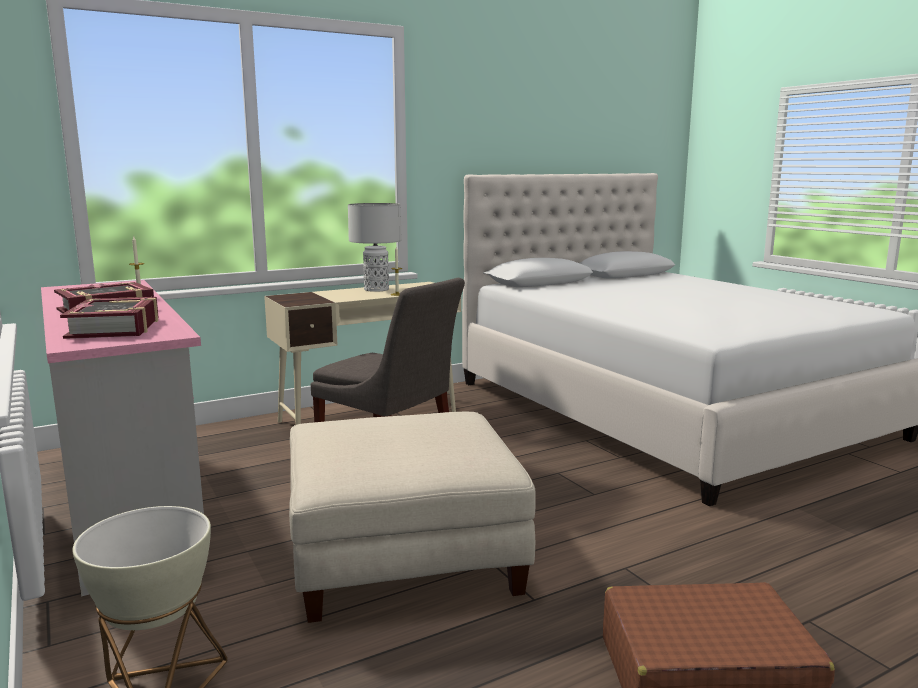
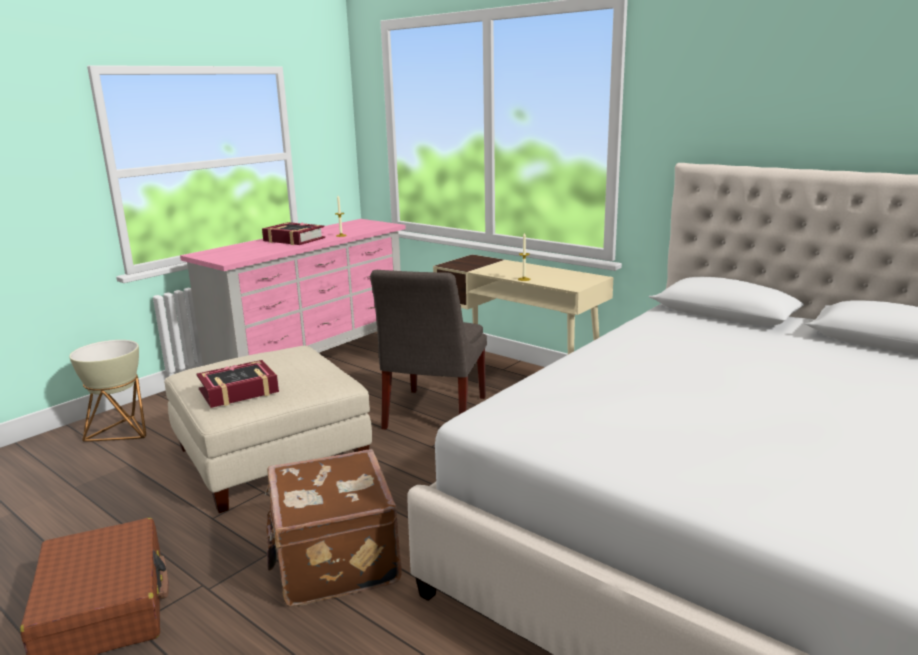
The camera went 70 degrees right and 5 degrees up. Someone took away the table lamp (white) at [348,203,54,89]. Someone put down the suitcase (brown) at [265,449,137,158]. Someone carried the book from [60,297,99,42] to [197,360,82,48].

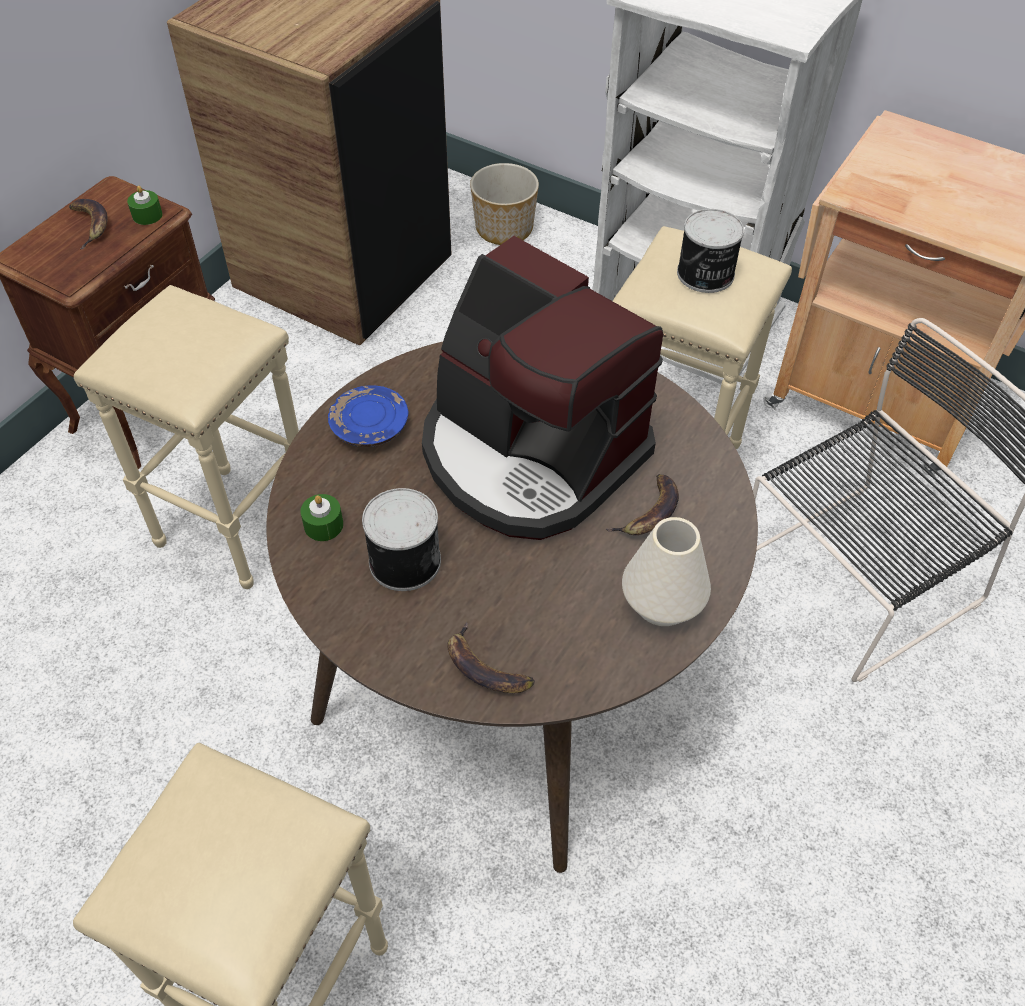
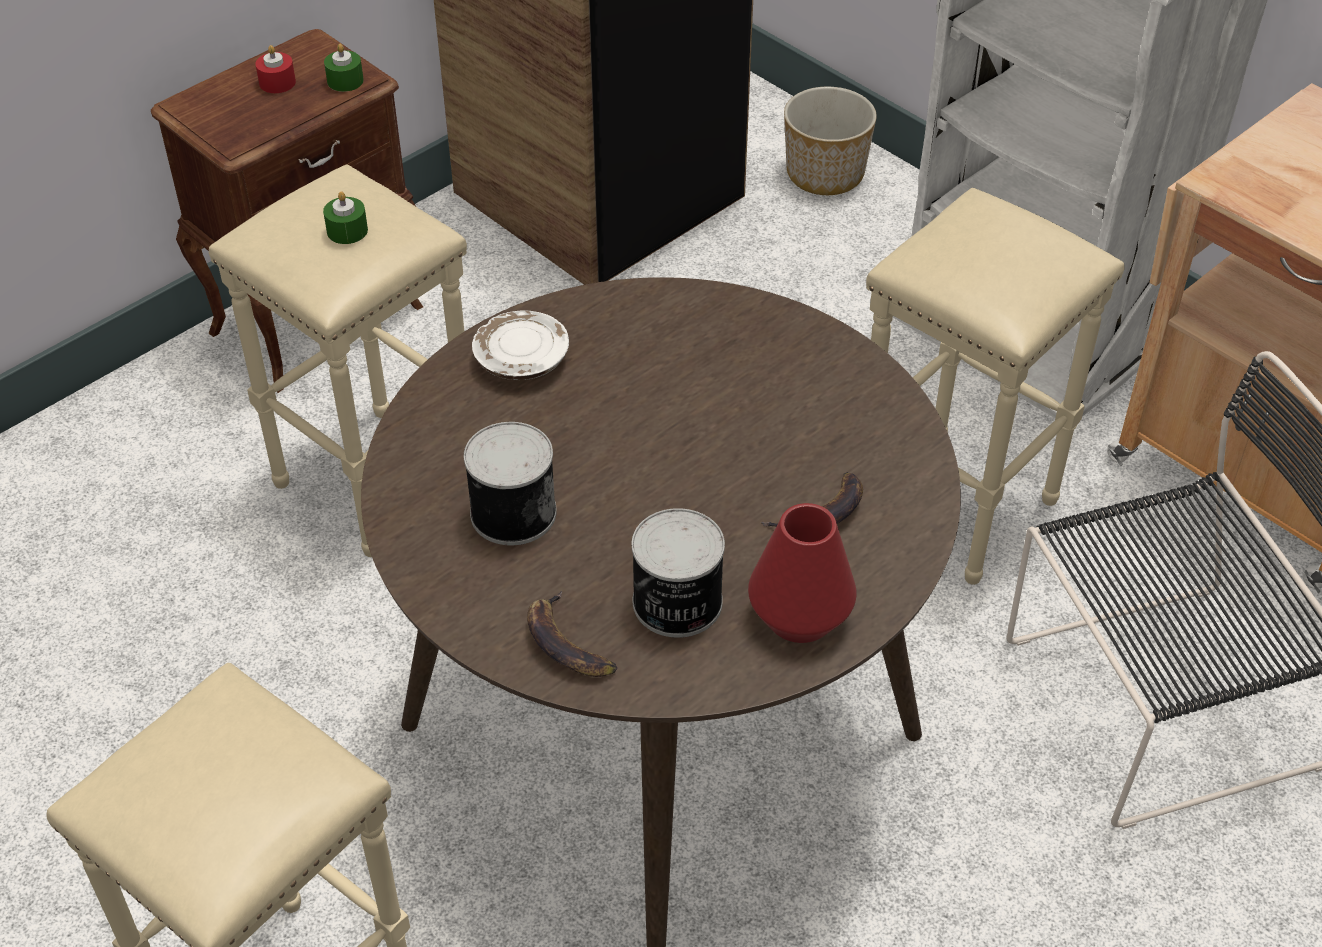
The camera went 15 degrees right and 5 degrees down. Someone took away the coffee machine at [422,236,241,304]. Someone carried the candle (green) from [301,494,42,47] to [323,191,45,53]. Someone carried the can from [677,209,67,84] to [632,508,93,130]. Someone swapped the banana at [69,199,39,50] for the candle (red) at [255,45,41,48]. Someone repainted the plate (blue) at [328,385,80,62], which became the plate (white) at [472,310,97,70]. Someone repainted the vase (white) at [622,517,89,109], which became the vase (red) at [748,503,108,140].

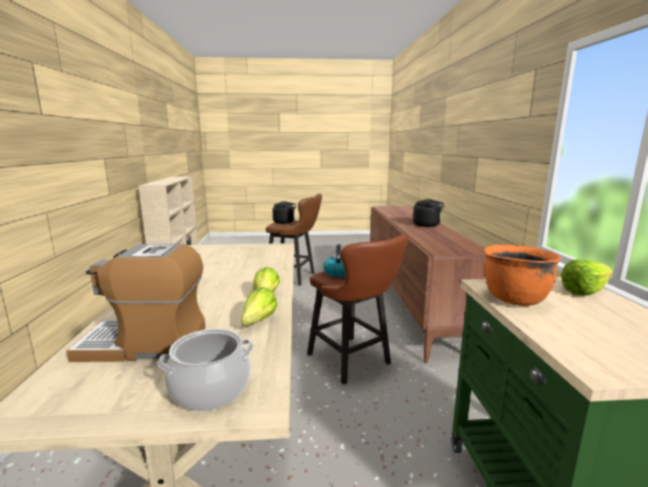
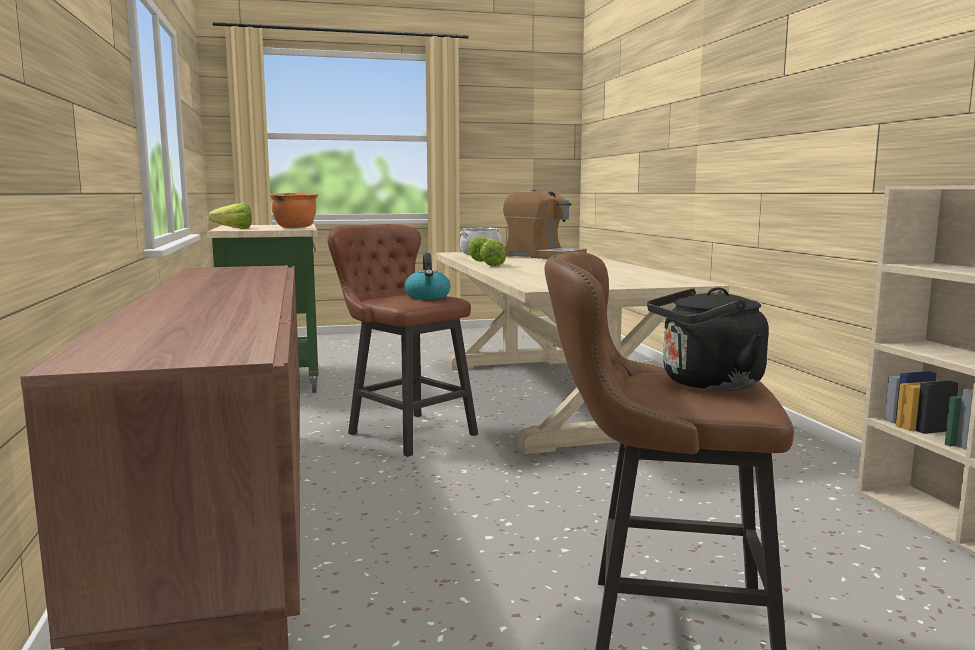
The camera went 170 degrees right and 5 degrees down. Someone took away the kettle (black) at [413,199,31,28]. Someone rotated the coffee machine at [67,244,139,118] by 45 degrees clockwise.

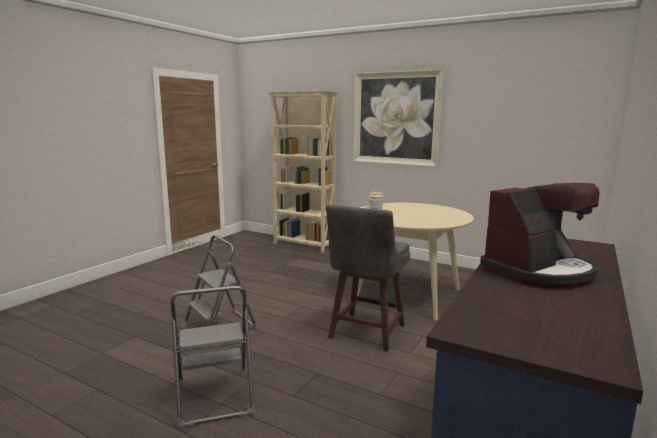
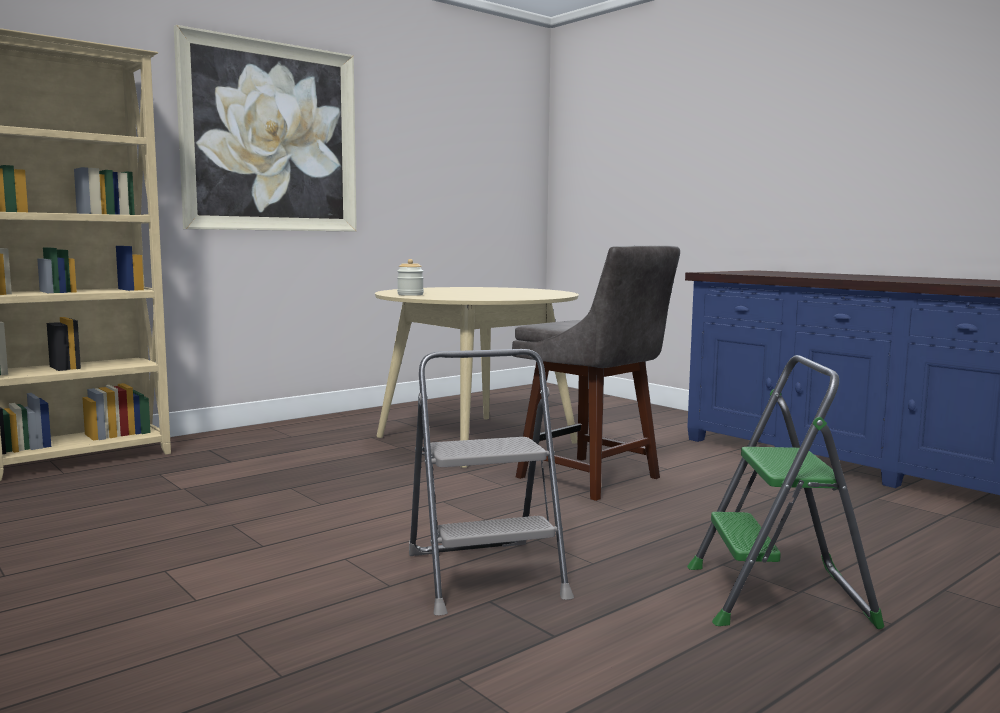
The camera went 70 degrees left and 5 degrees down. Someone took away the coffee machine at [480,183,120,105]. Someone repainted the step ladder (grey) at [170,285,85,143], which became the step ladder (green) at [687,355,197,274].

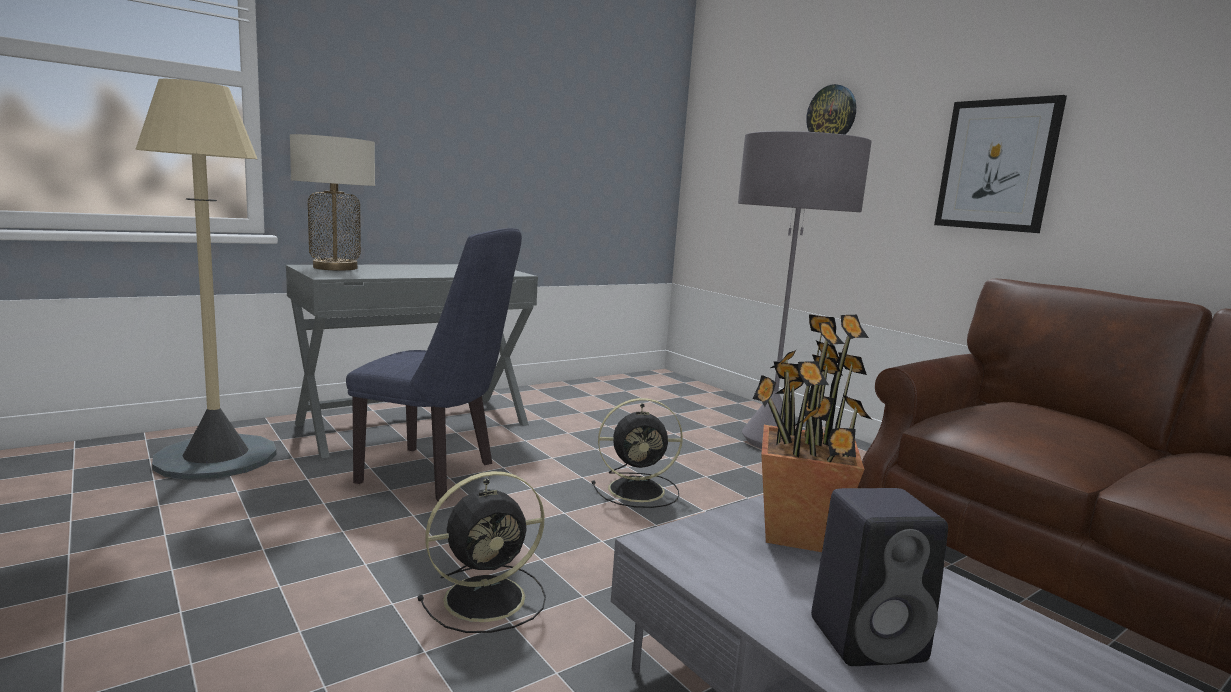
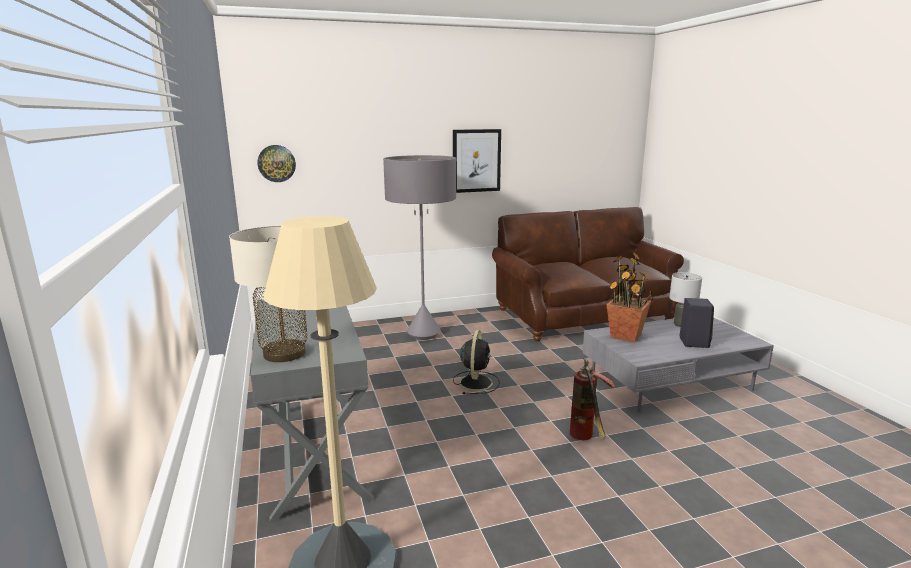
The camera went 70 degrees left and 5 degrees up. Someone took away the chair (blue) at [346,228,176,273]. Someone put down the table lamp (white) at [669,272,33,55]. Someone carried the wall clock from [806,84,50,51] to [257,145,39,37]. Someone swapped the fan (black) at [418,471,128,162] for the fire extinguisher at [570,356,45,84].

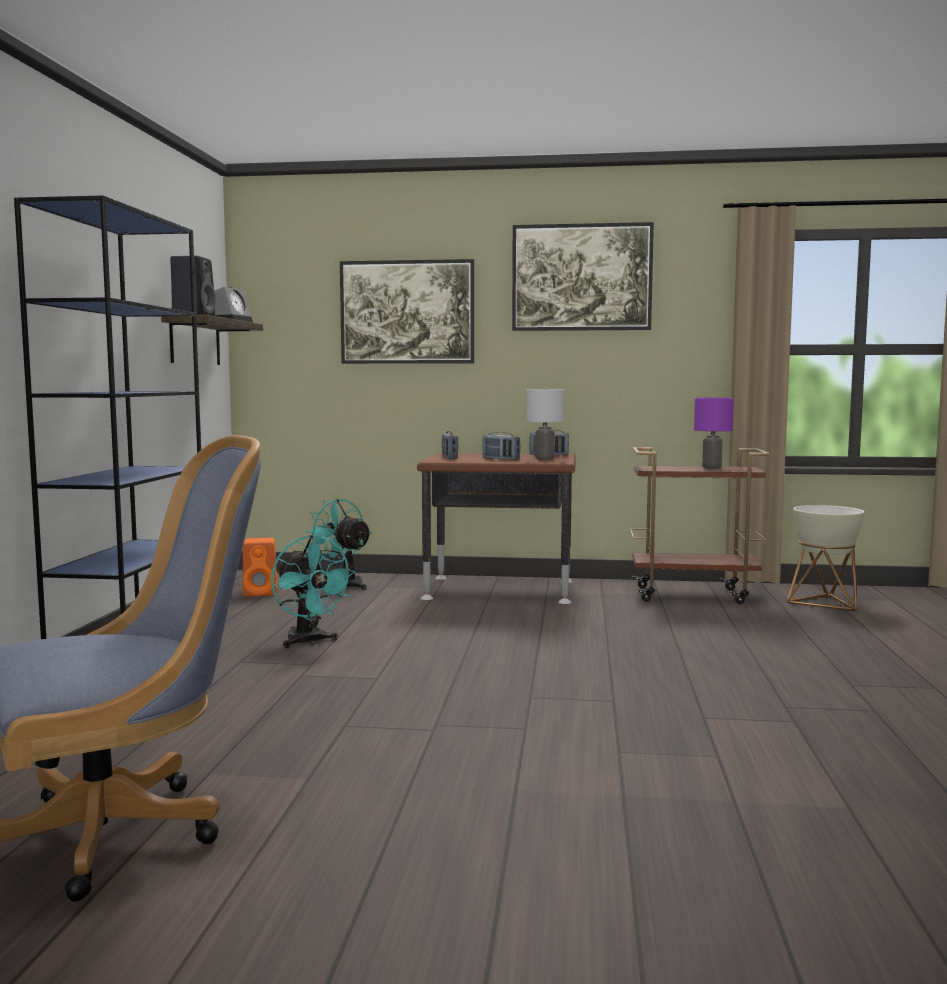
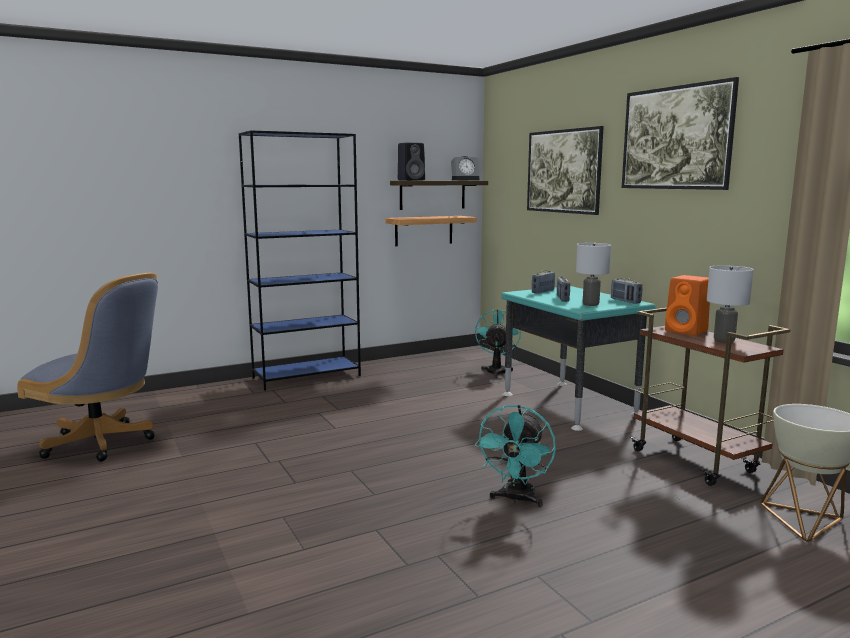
The camera went 55 degrees right and 5 degrees up. Someone put up the shelf at [385,216,92,30]. Someone carried the speaker (orange) from [243,538,34,58] to [665,275,45,61]. Someone carried the fan (turquoise) from [271,535,85,114] to [475,405,81,102]. Someone repainted the desk (brown) at [417,453,159,151], which became the desk (turquoise) at [501,286,155,145]. Someone repainted the table lamp (purple) at [694,396,40,73], which became the table lamp (white) at [707,265,47,78].

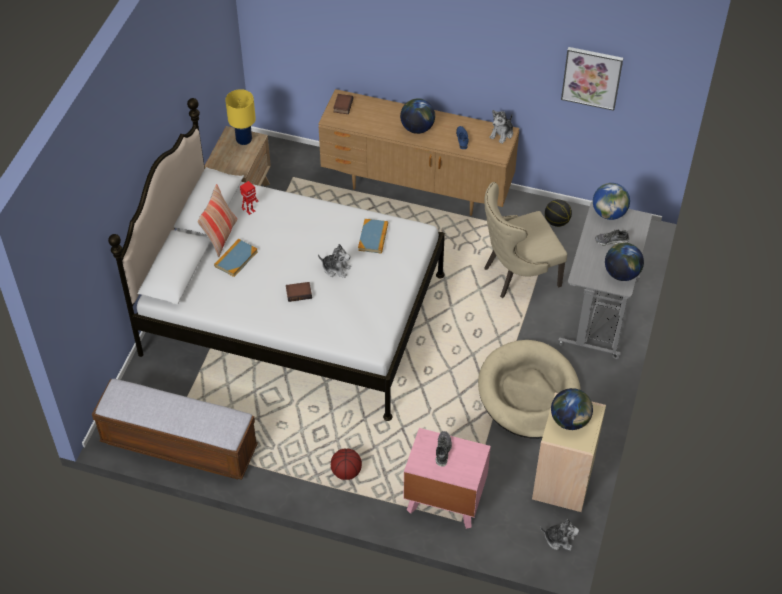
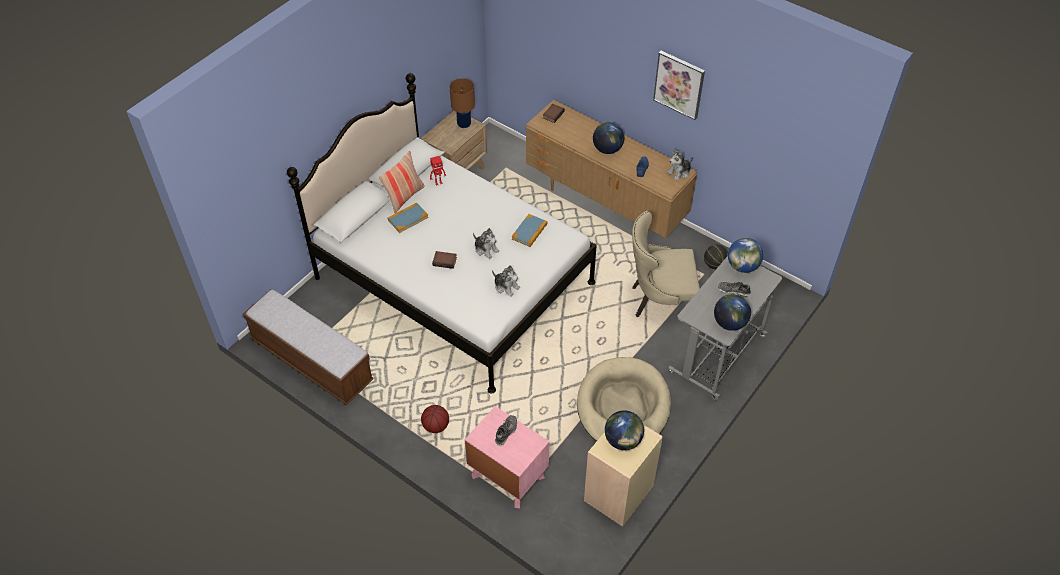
The camera went 20 degrees right and 0 degrees up. Someone carried the plush toy from [540,519,39,32] to [492,265,28,32]. Someone carried the picture from [561,47,62,64] to [653,51,52,69]. Someone repainted the table lamp (yellow) at [225,89,31,56], which became the table lamp (brown) at [450,78,25,50].

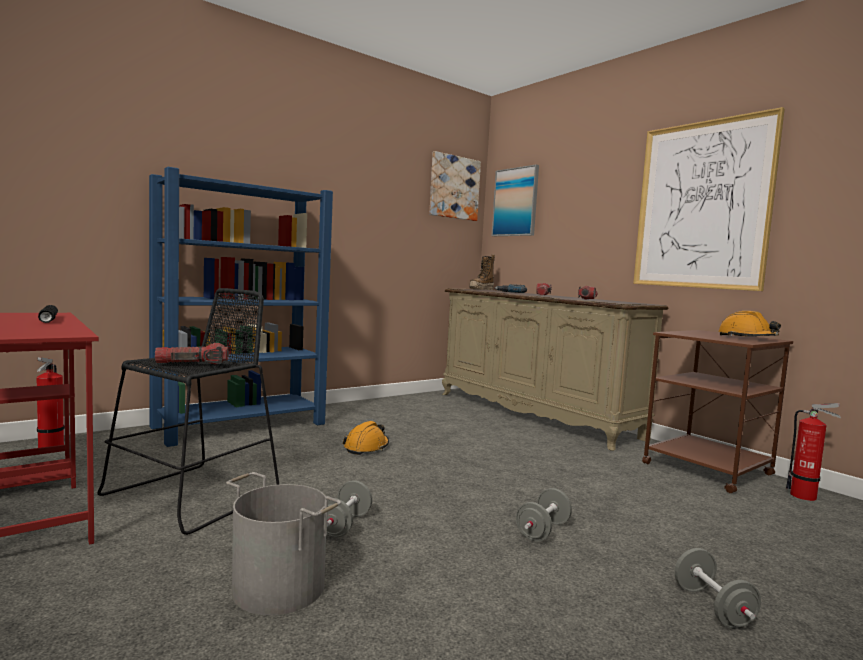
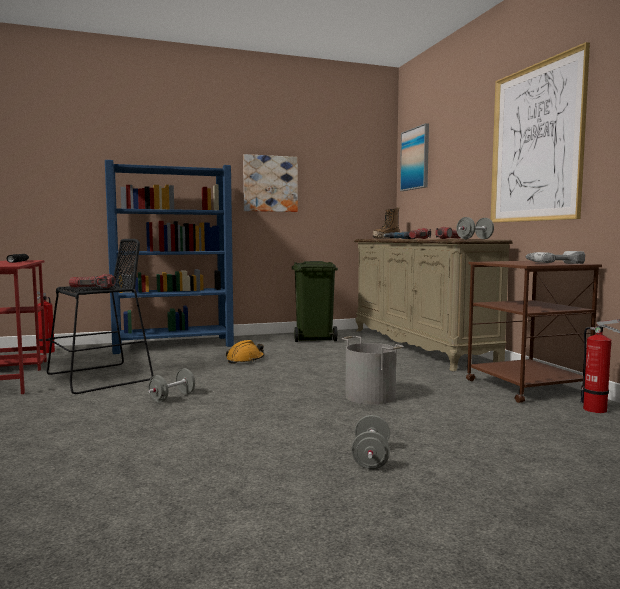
The camera went 20 degrees right and 0 degrees up. Someone put down the trash can (green) at [292,261,46,81]. Someone carried the bucket (grey) from [226,472,115,143] to [341,336,63,69]. Someone carried the picture from [429,151,52,70] to [243,154,55,58]. Someone carried the dumbbell (grey) from [516,488,56,53] to [456,217,38,22]. Someone swapped the hard hat (orange) at [718,311,63,25] for the power drill at [525,251,60,13].

